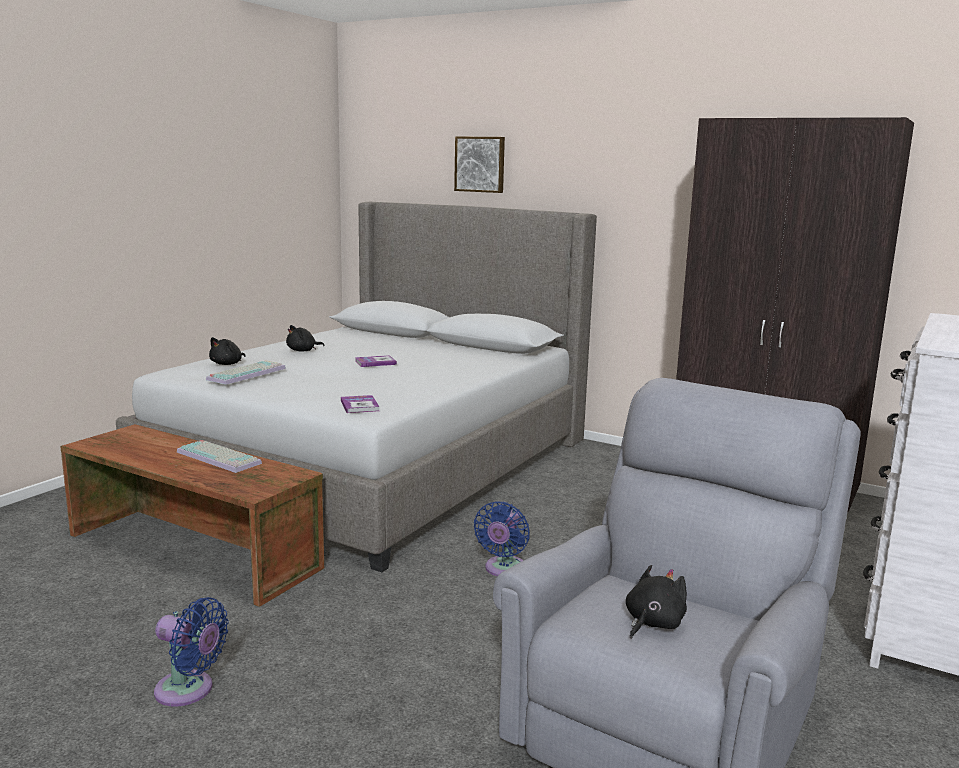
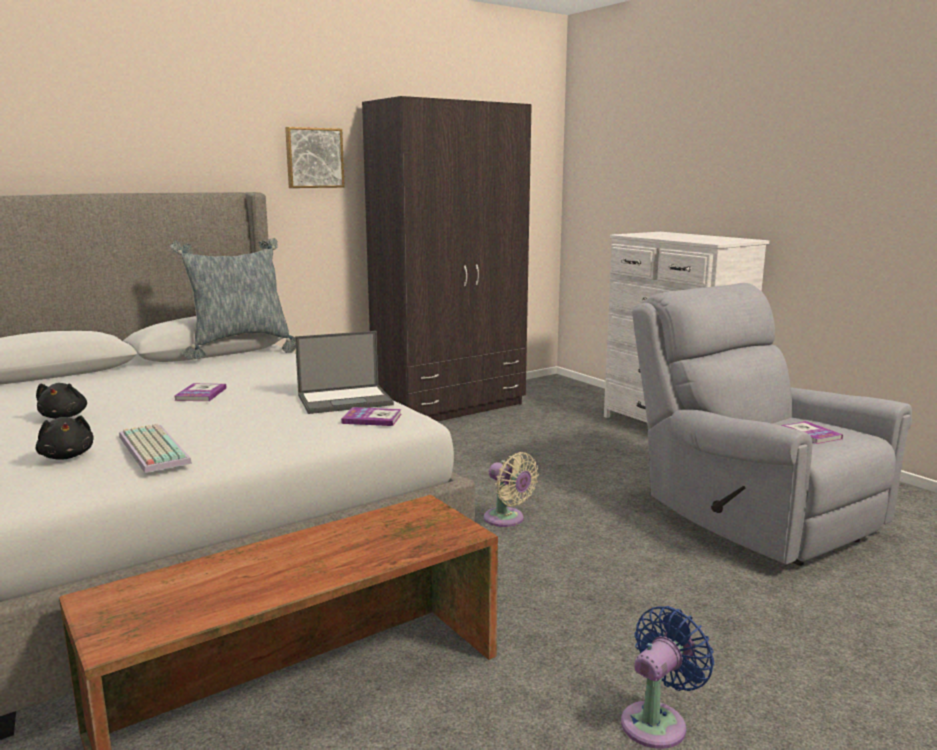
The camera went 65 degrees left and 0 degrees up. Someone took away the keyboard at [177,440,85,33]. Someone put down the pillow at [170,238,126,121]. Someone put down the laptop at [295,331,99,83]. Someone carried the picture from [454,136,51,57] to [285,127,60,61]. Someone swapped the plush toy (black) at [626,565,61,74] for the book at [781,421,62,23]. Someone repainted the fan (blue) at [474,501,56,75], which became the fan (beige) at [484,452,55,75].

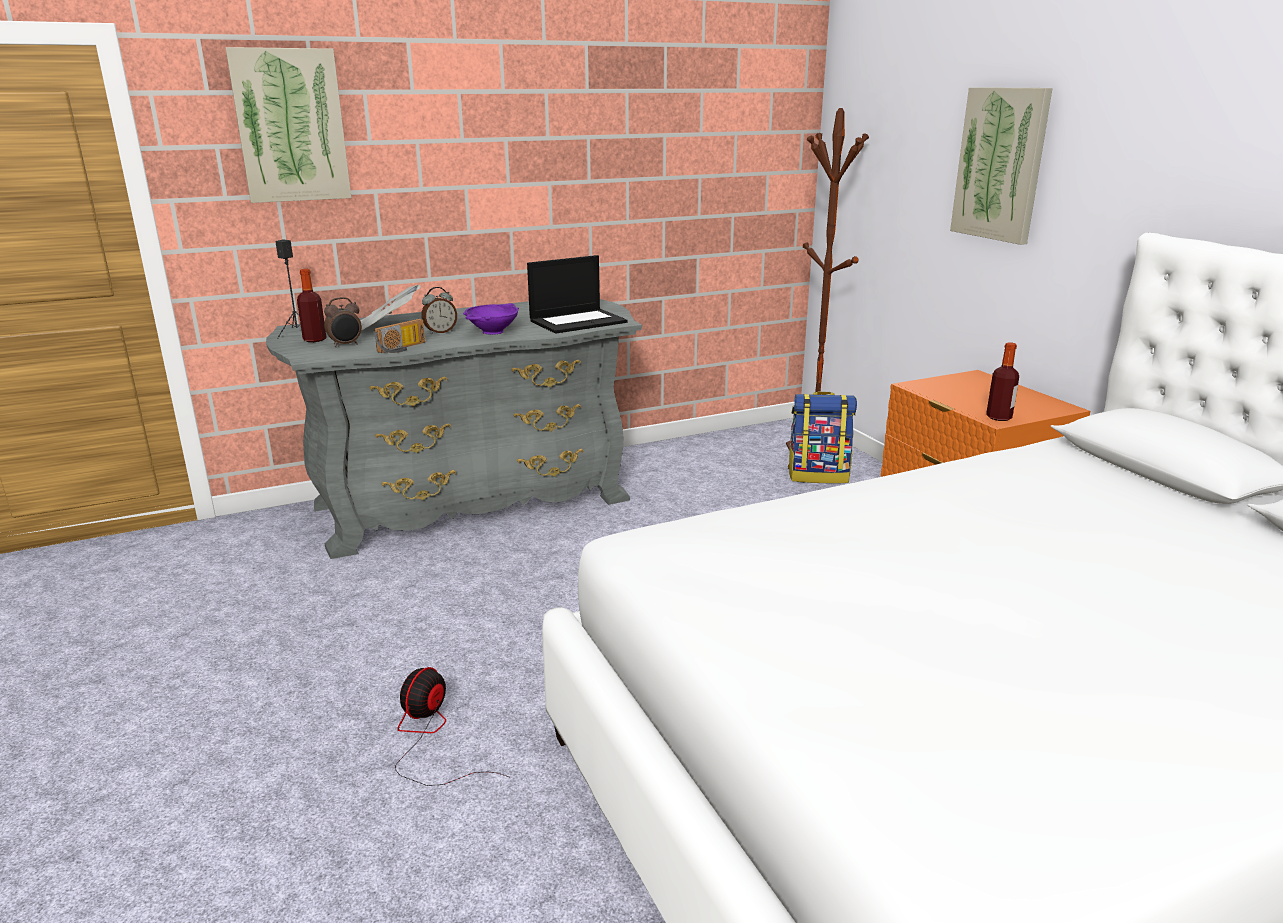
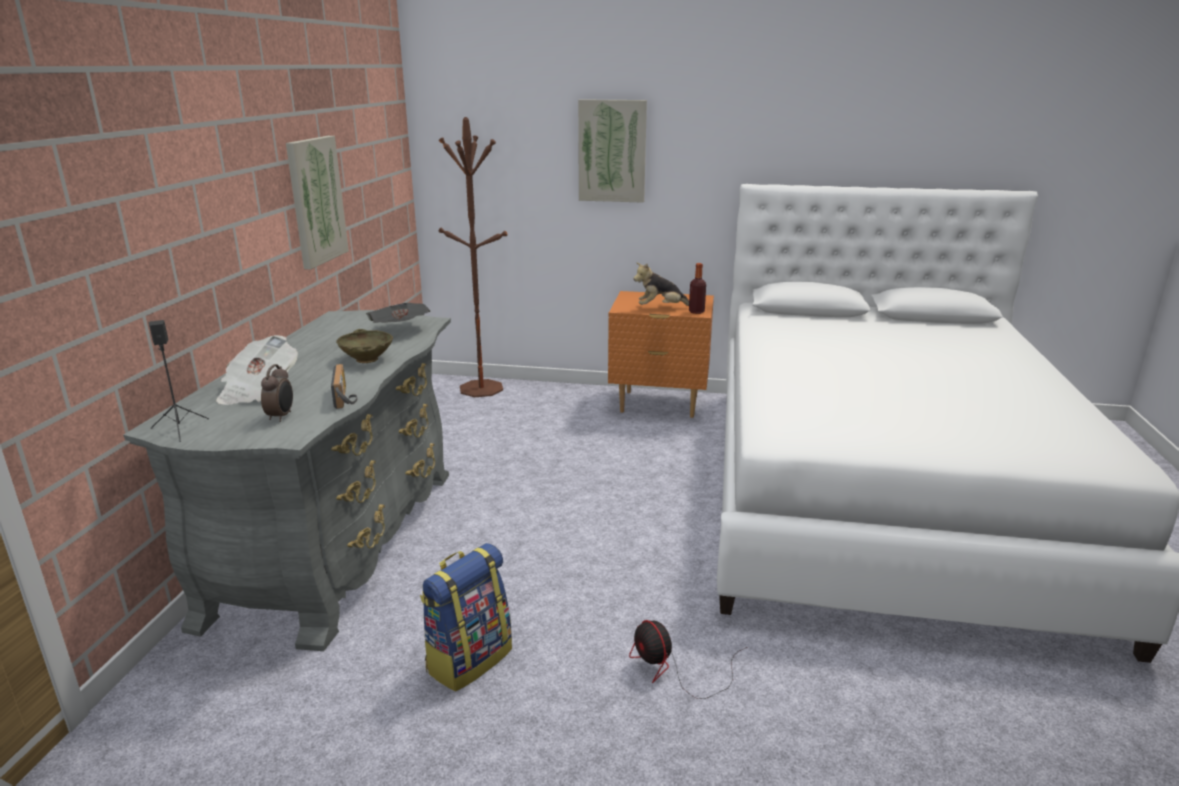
The camera went 55 degrees left and 0 degrees up. Someone took away the bottle at [297,269,29,73]. Someone took away the alarm clock at [421,287,36,47]. Someone put down the plush toy at [633,262,56,44]. Someone carried the picture from [225,47,126,156] to [286,136,63,134]. Someone carried the backpack from [788,391,69,92] to [420,543,92,149]. Someone swapped the laptop at [527,255,100,79] for the newspaper at [366,303,64,20]. Someone repainted the bowl (purple) at [463,303,56,32], which became the bowl (beige) at [336,329,57,34].

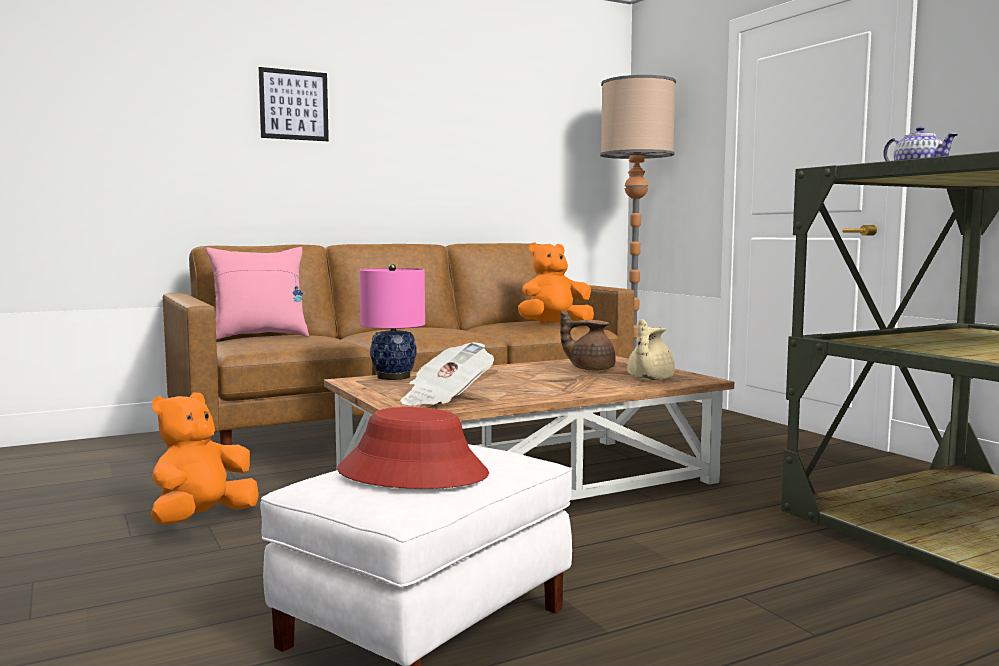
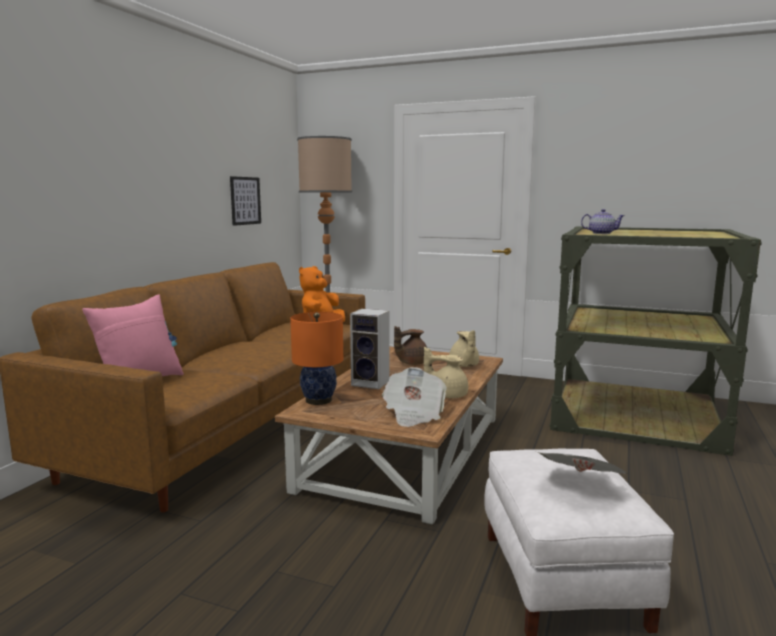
The camera went 40 degrees left and 5 degrees up. Someone took away the plush toy (orange) at [151,392,108,133]. Someone put down the speaker at [350,309,39,80]. Someone put down the teapot (beige) at [424,347,44,51]. Someone carried the picture from [258,67,71,74] to [230,176,31,50]. Someone swapped the hat (red) at [337,407,152,82] for the newspaper at [538,452,90,22]. Someone repainted the table lamp (pink) at [360,264,65,116], which became the table lamp (orange) at [290,312,53,93].

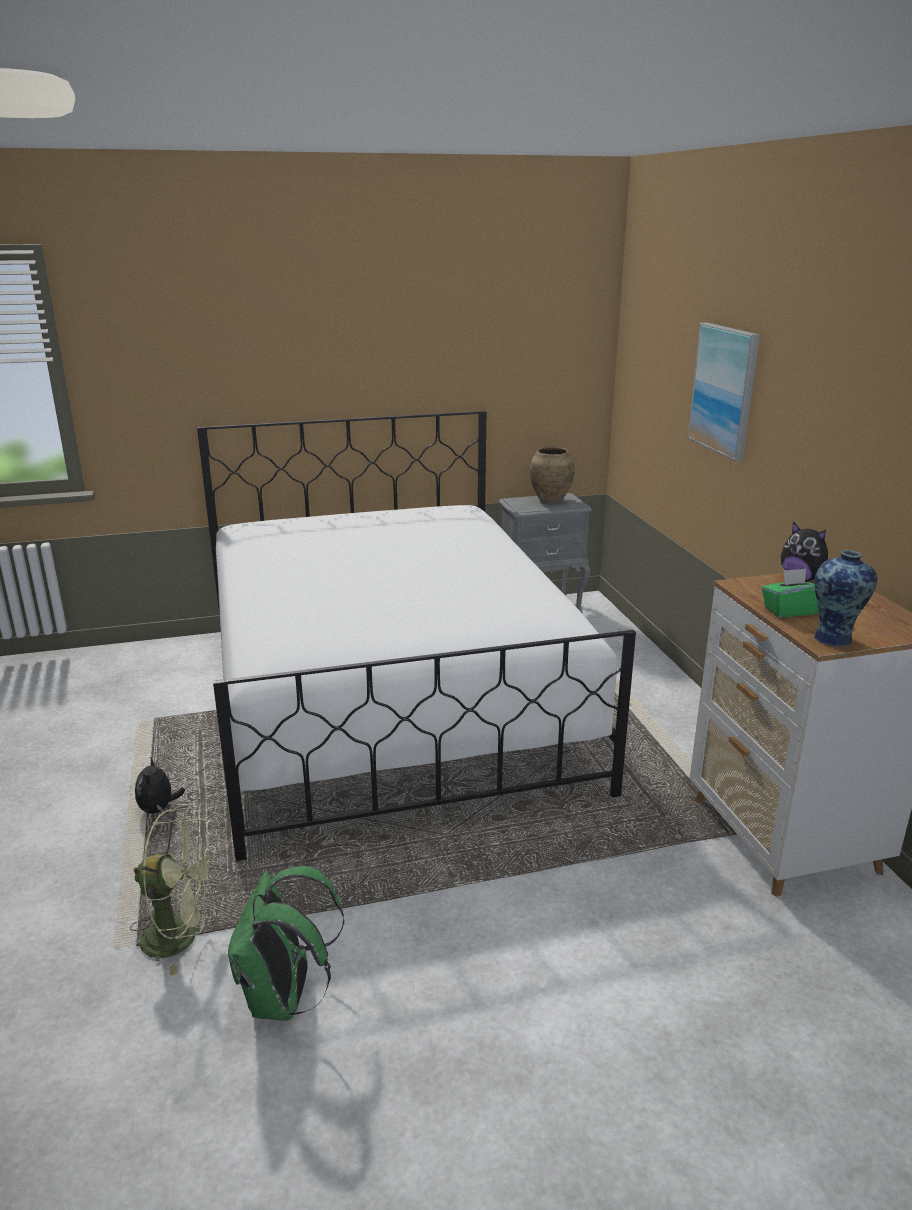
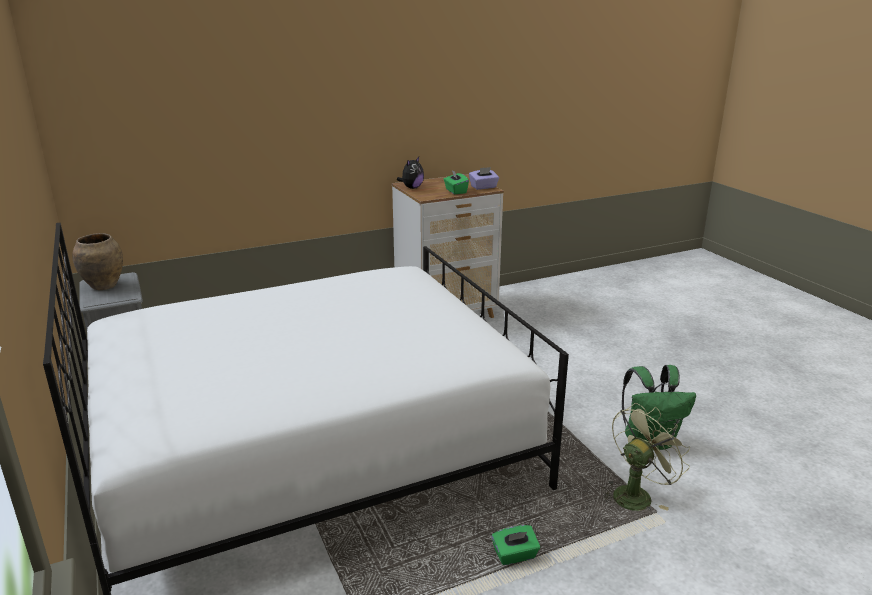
The camera went 100 degrees left and 0 degrees up. Someone took away the picture at [688,323,72,139]. Someone swapped the plush toy at [135,757,50,57] for the tissue box (green) at [492,525,48,40]. Someone swapped the vase at [814,550,63,97] for the tissue box (purple) at [469,167,30,23]. Someone rotated the fan (green) at [130,808,90,168] by 60 degrees clockwise.

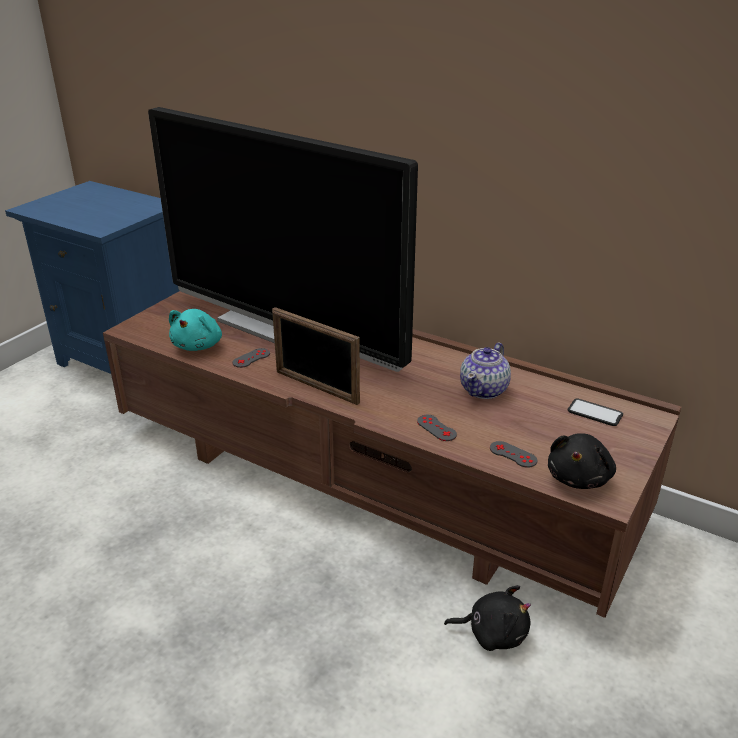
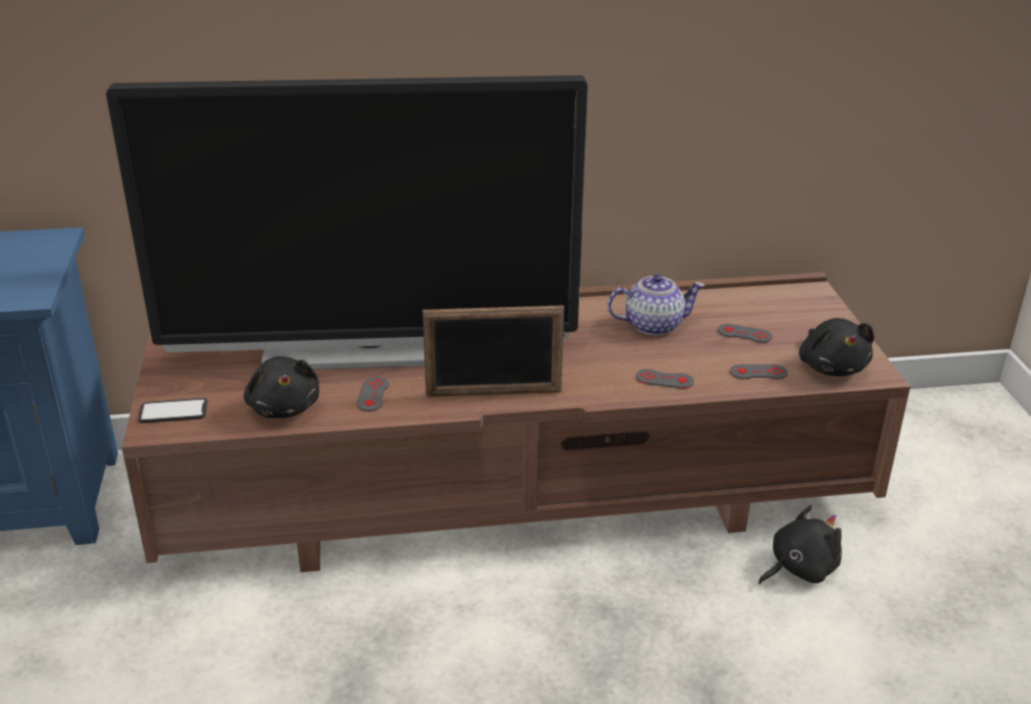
The camera went 40 degrees left and 0 degrees up. Someone put down the game controller (grey) at [718,324,54,19]. Someone carried the phone from [567,399,56,27] to [138,398,70,25]. Someone repainted the plush toy (turquoise) at [169,309,53,42], which became the plush toy (black) at [244,356,75,62]. Someone rotated the teapot at [460,342,51,57] by 90 degrees counterclockwise.

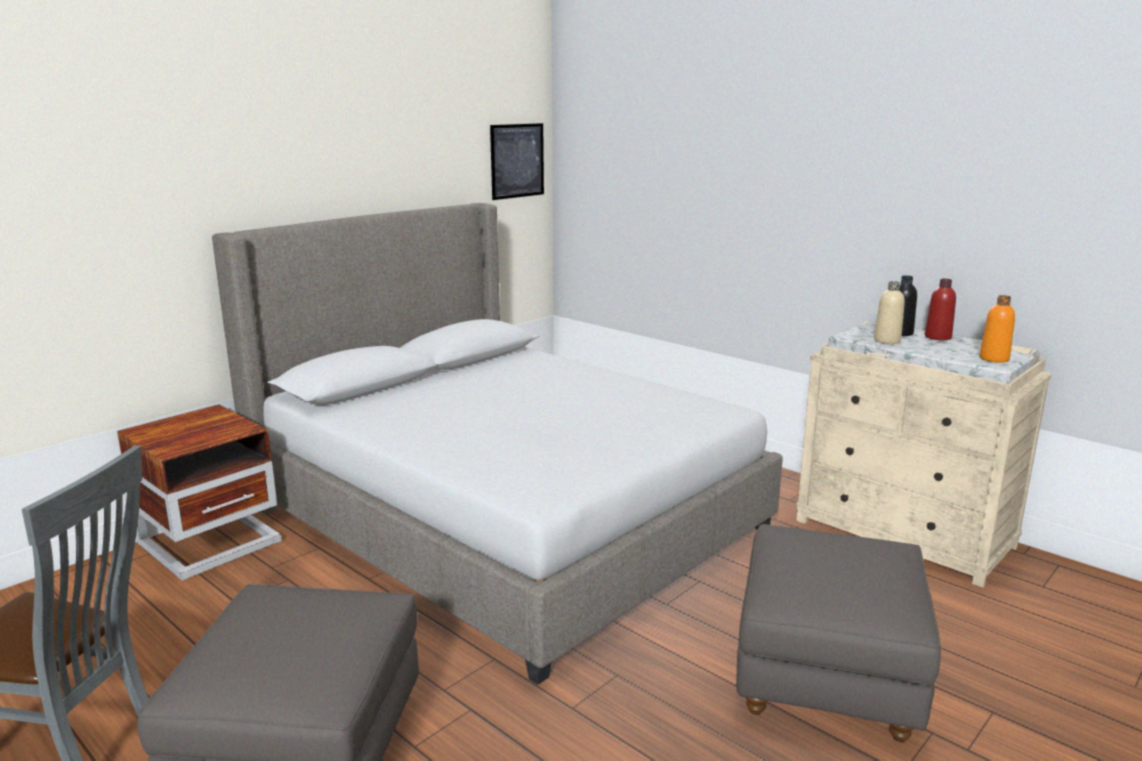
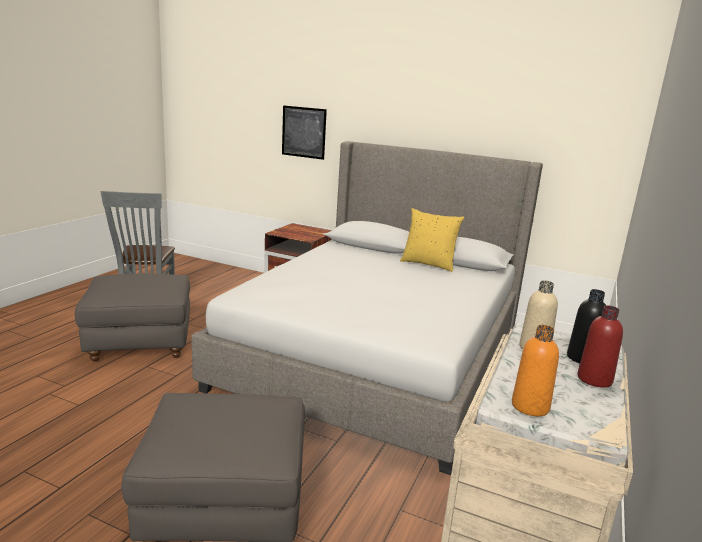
The camera went 70 degrees right and 0 degrees up. Someone put down the pillow (yellow) at [400,208,64,64]. Someone carried the picture from [490,123,54,77] to [282,105,45,55].

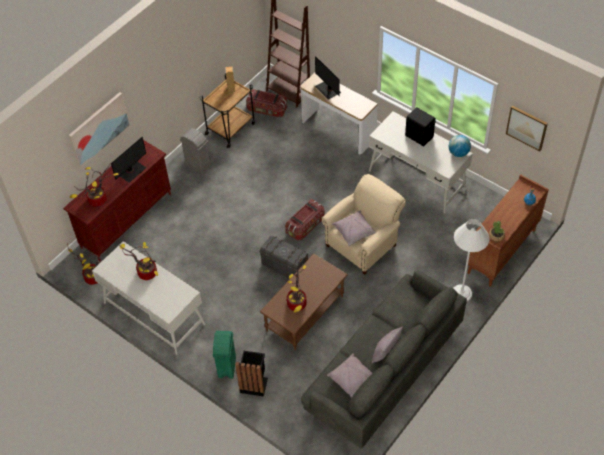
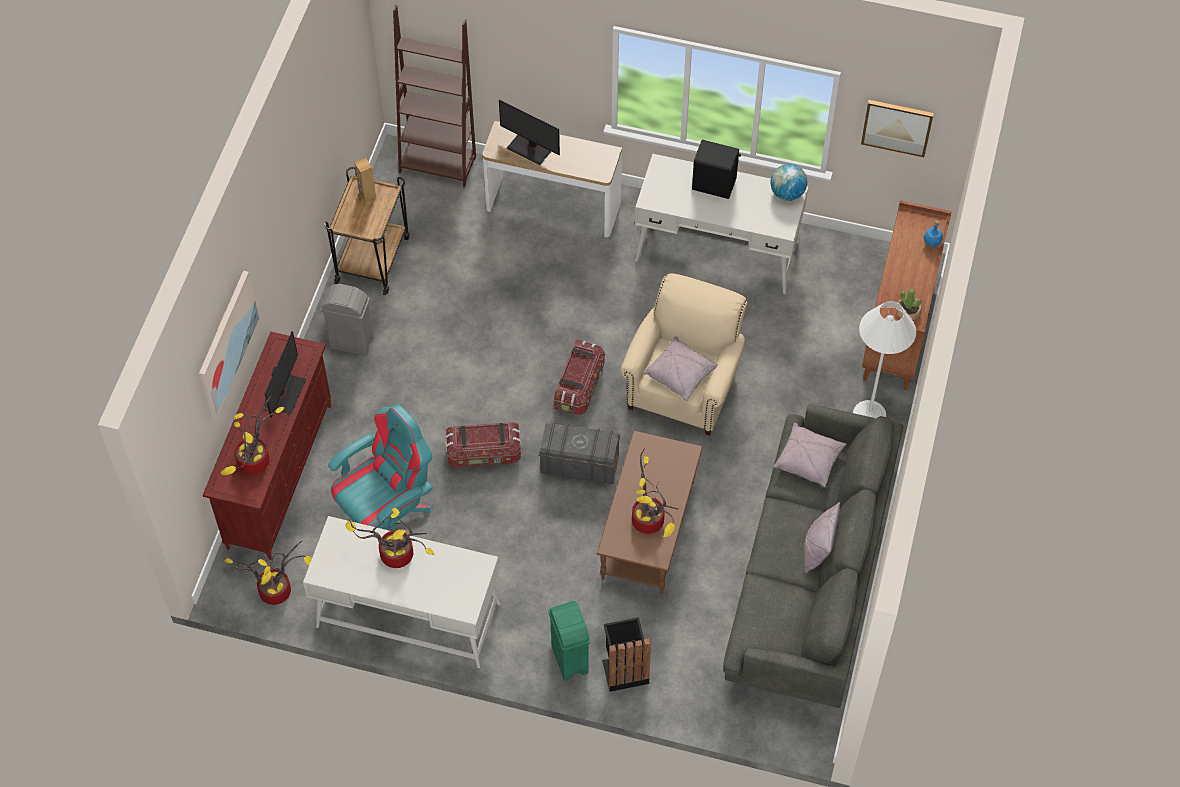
The camera went 25 degrees left and 5 degrees up. Someone put down the office chair (turquoise) at [328,404,104,127]. Someone carried the storage box from [246,89,41,28] to [445,422,76,46]. Someone carried the pillow (purple) from [327,353,45,45] to [774,423,73,64].

